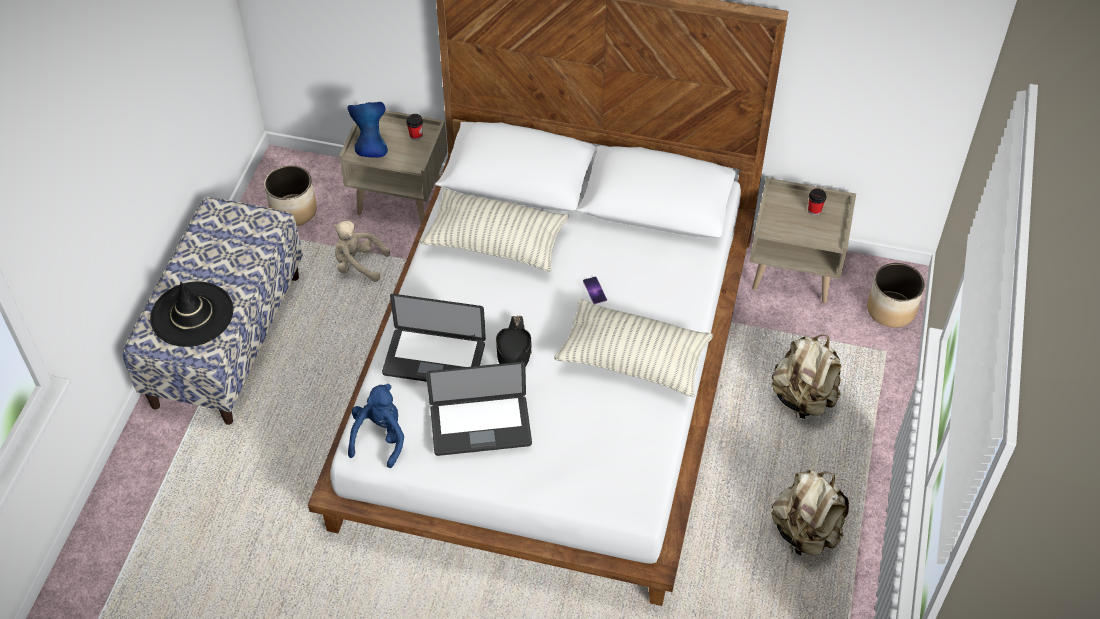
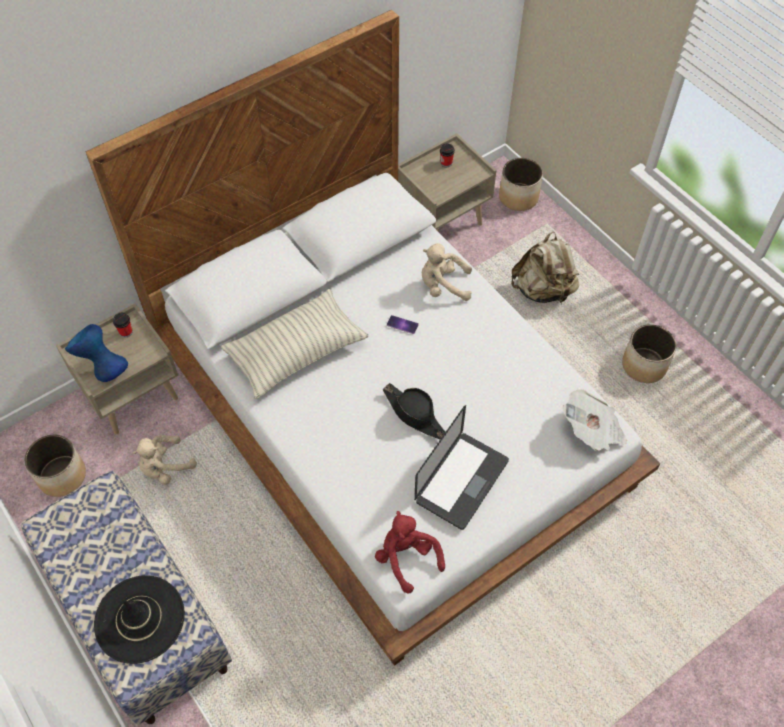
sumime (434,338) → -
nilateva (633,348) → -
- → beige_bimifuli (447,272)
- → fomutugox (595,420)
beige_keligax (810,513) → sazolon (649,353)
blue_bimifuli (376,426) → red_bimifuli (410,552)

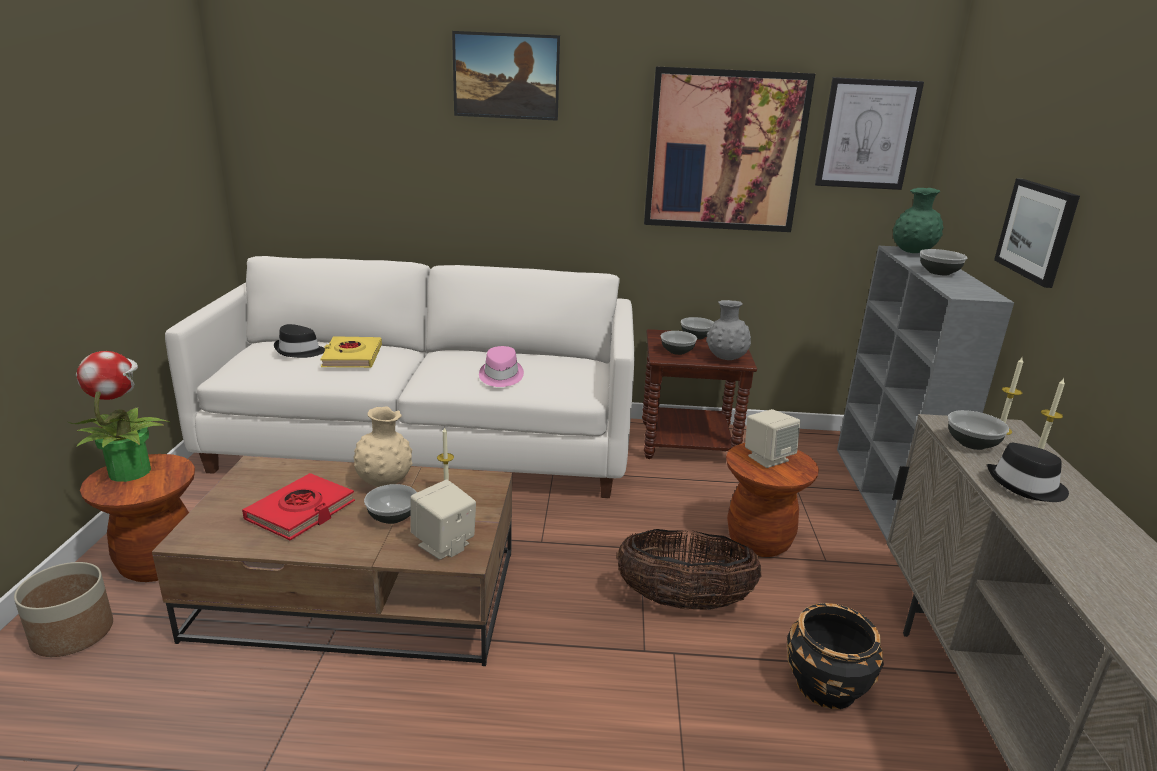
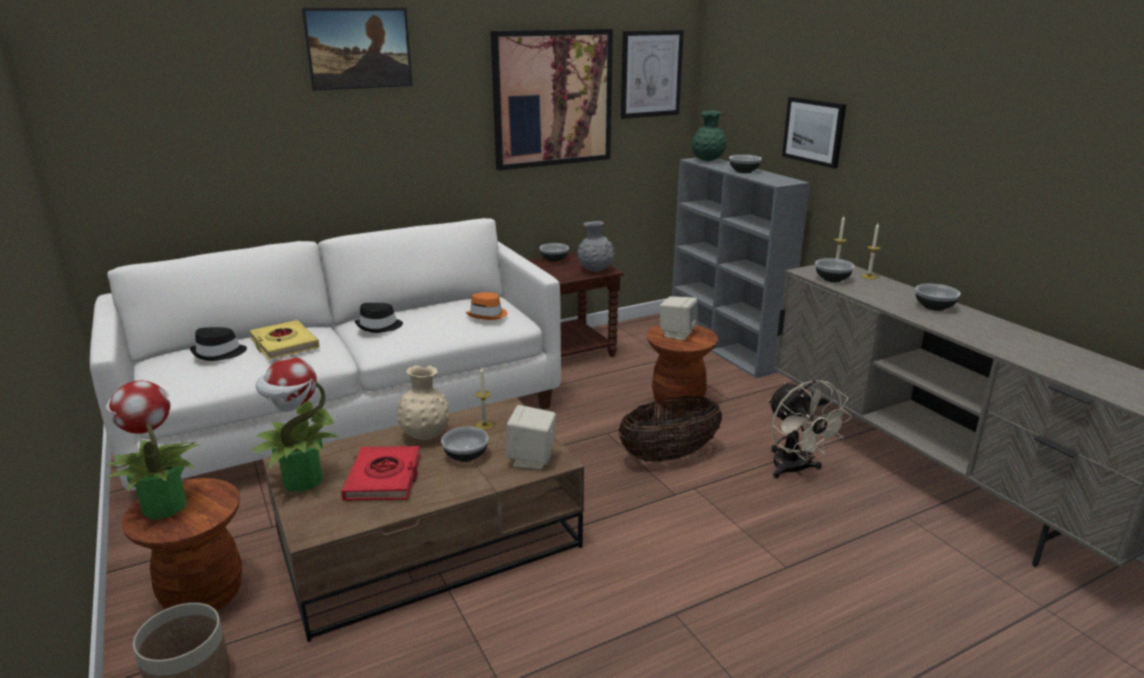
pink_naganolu (501,366) → -
- → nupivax (294,424)
- → orange_naganolu (486,306)
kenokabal (679,343) → kenokabal (938,297), moved
black_naganolu (1028,472) → black_naganolu (379,318), moved
black_sazolon (835,656) → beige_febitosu (810,429)

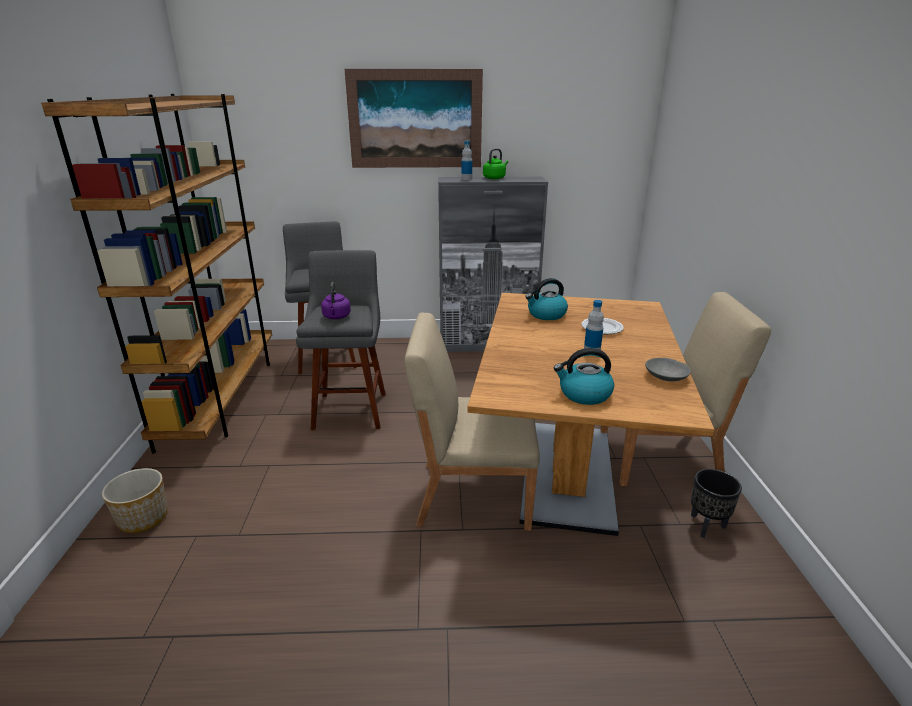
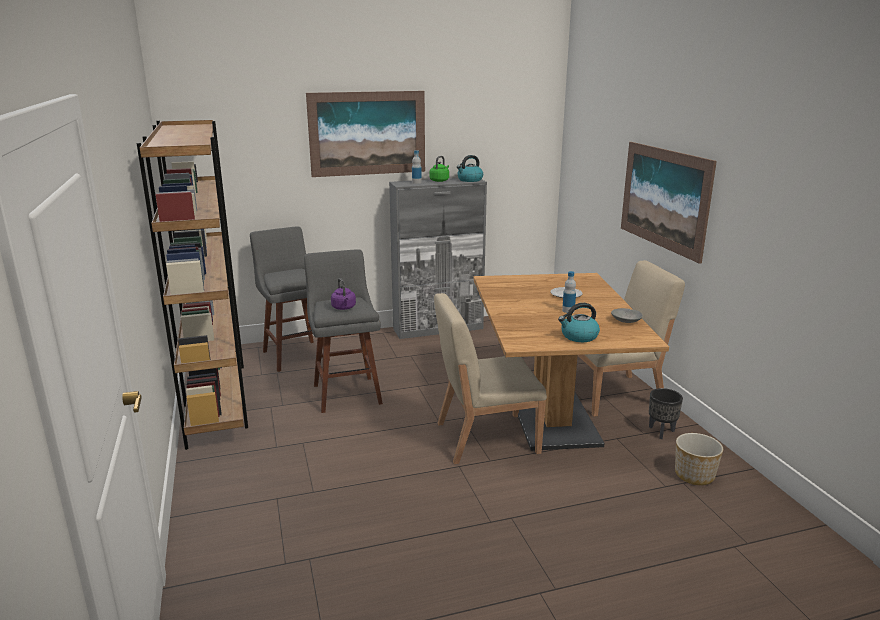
- → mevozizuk (669,203)
sazolon (135,500) → sazolon (699,459), moved
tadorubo (546,299) → tadorubo (470,168), moved

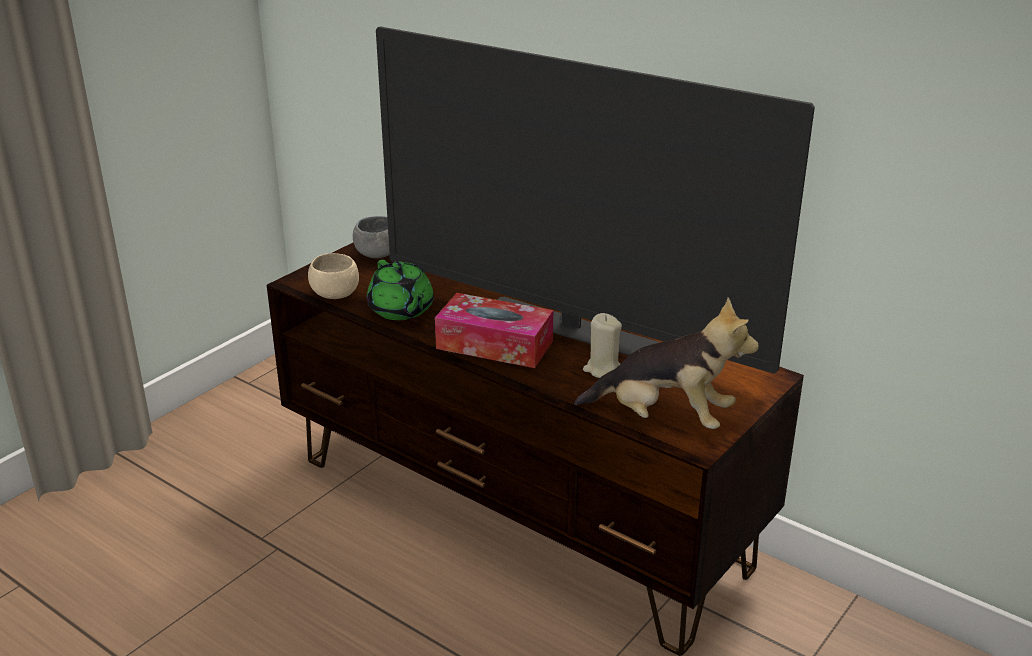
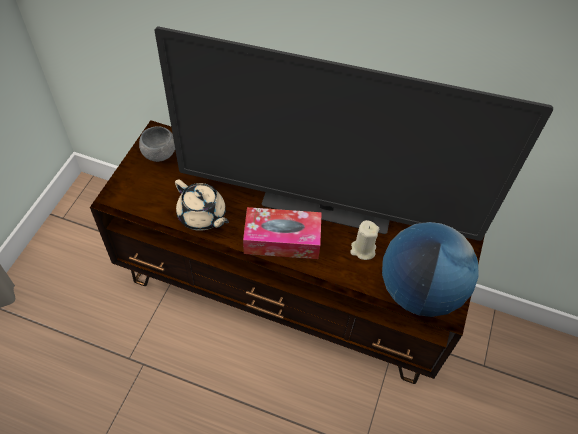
beige_kenokabal (333,276) → -
bimifuli (666,363) → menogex (430,269)
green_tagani (400,290) → beige_tagani (202,205)

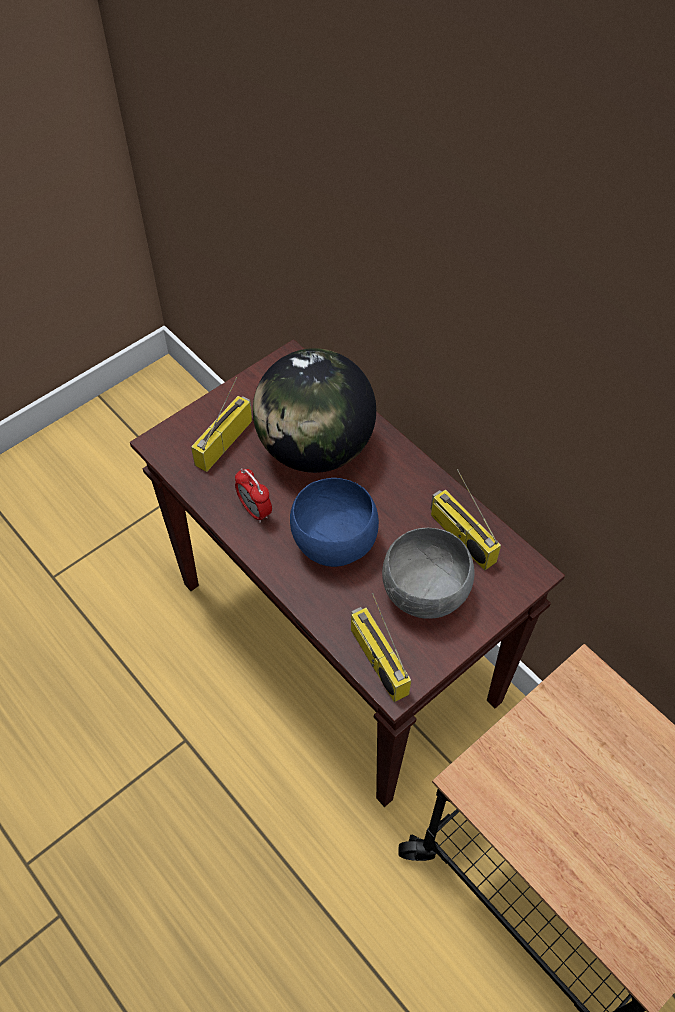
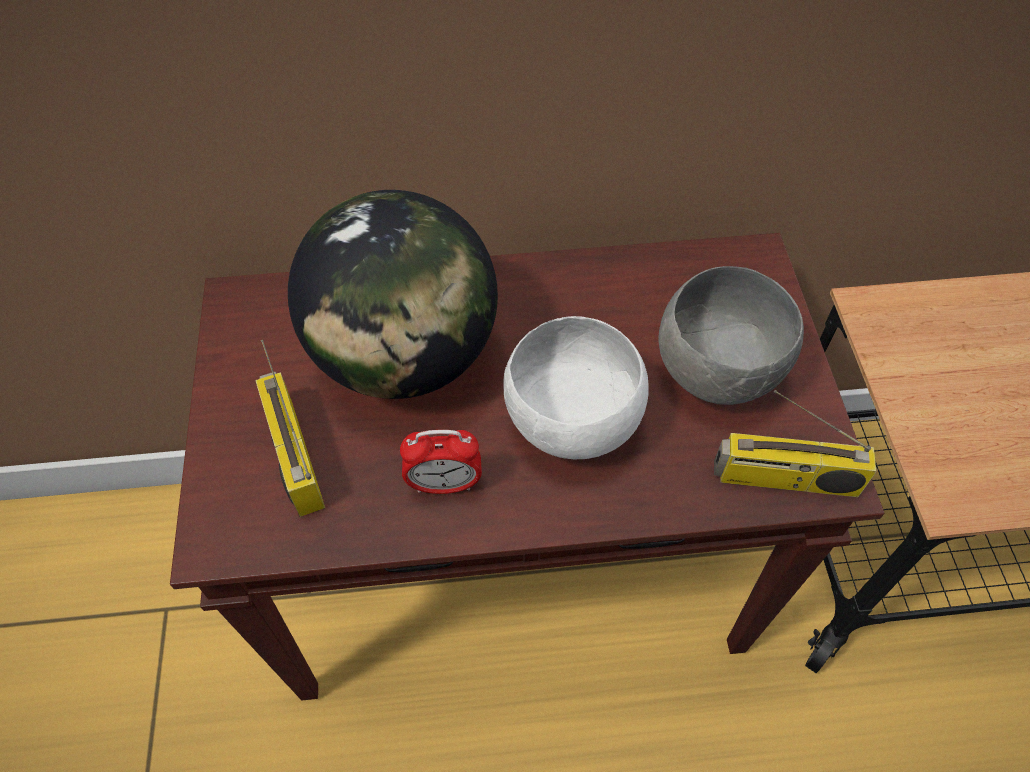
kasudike (466,520) → -
blue_kenokabal (334,522) → white_kenokabal (576,387)

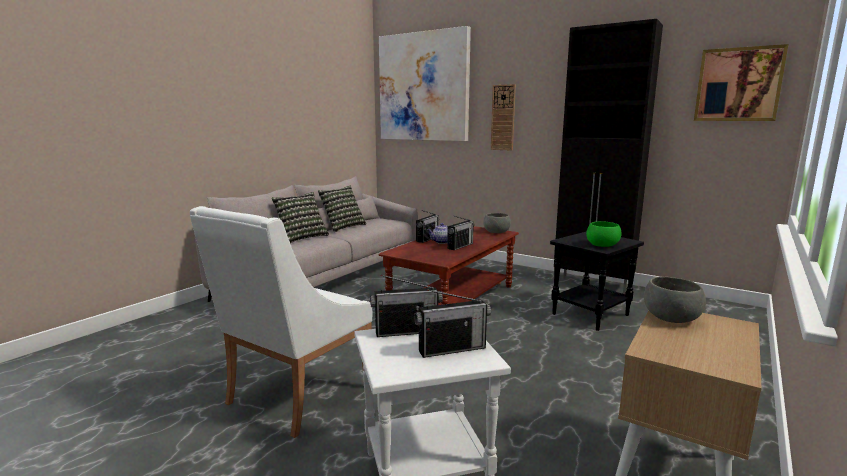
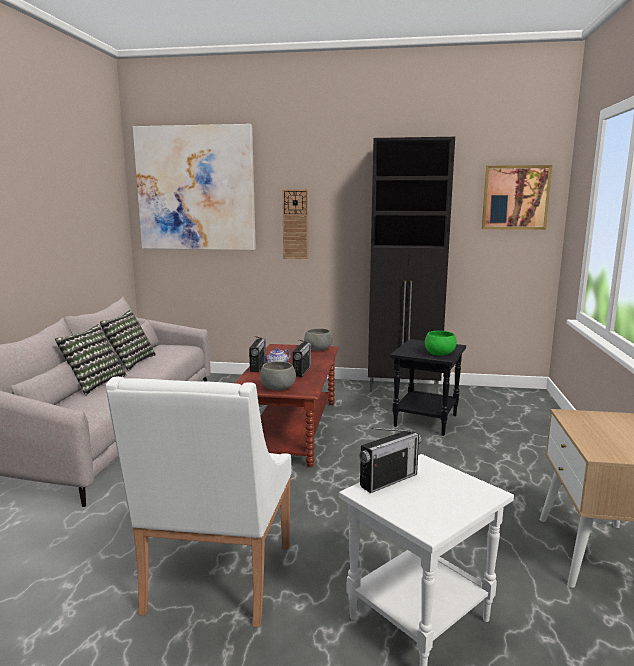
kasudike (452,323) → -
grey_kenokabal (675,300) → grey_kenokabal (278,376), moved

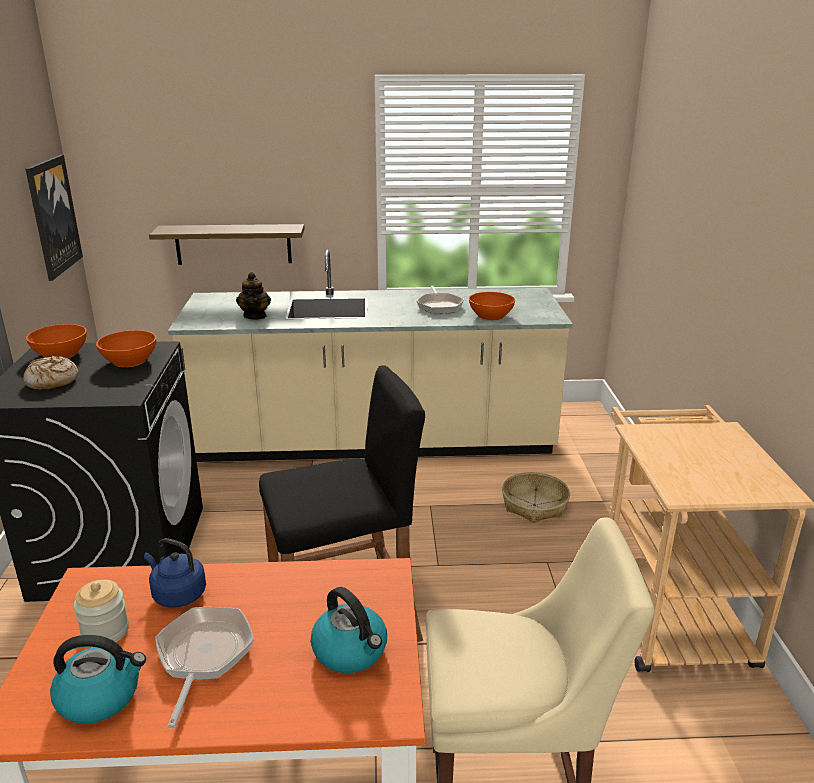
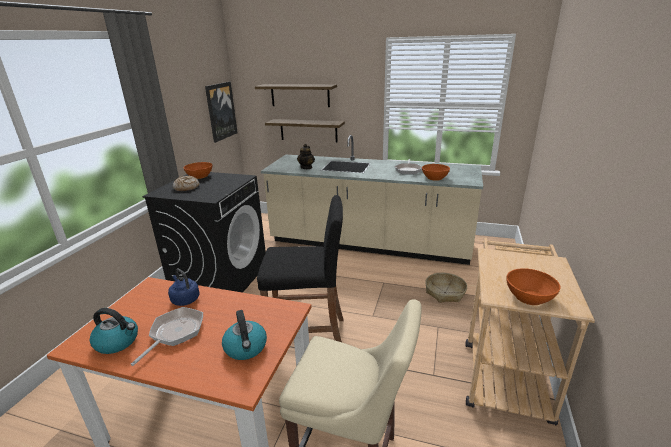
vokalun (101,611) → -
- → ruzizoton (296,95)
orange_kenokabal (126,348) → orange_kenokabal (533,286), moved

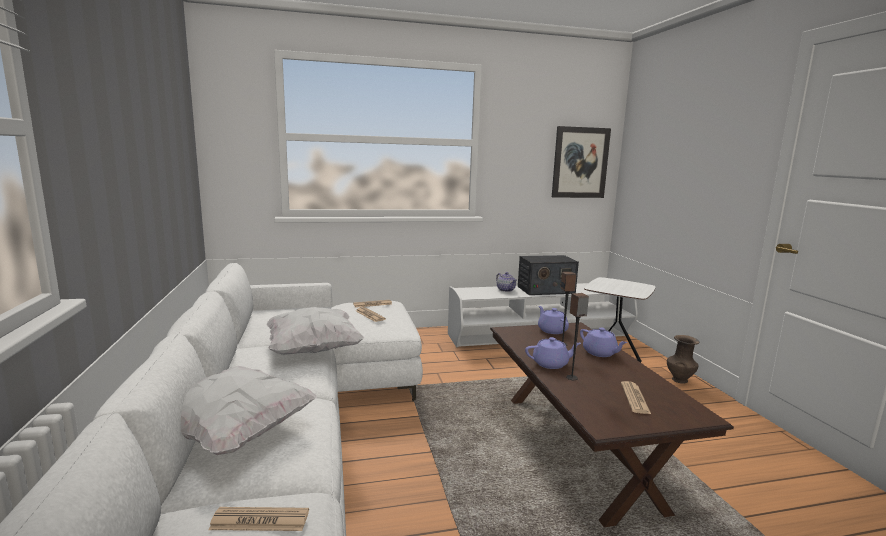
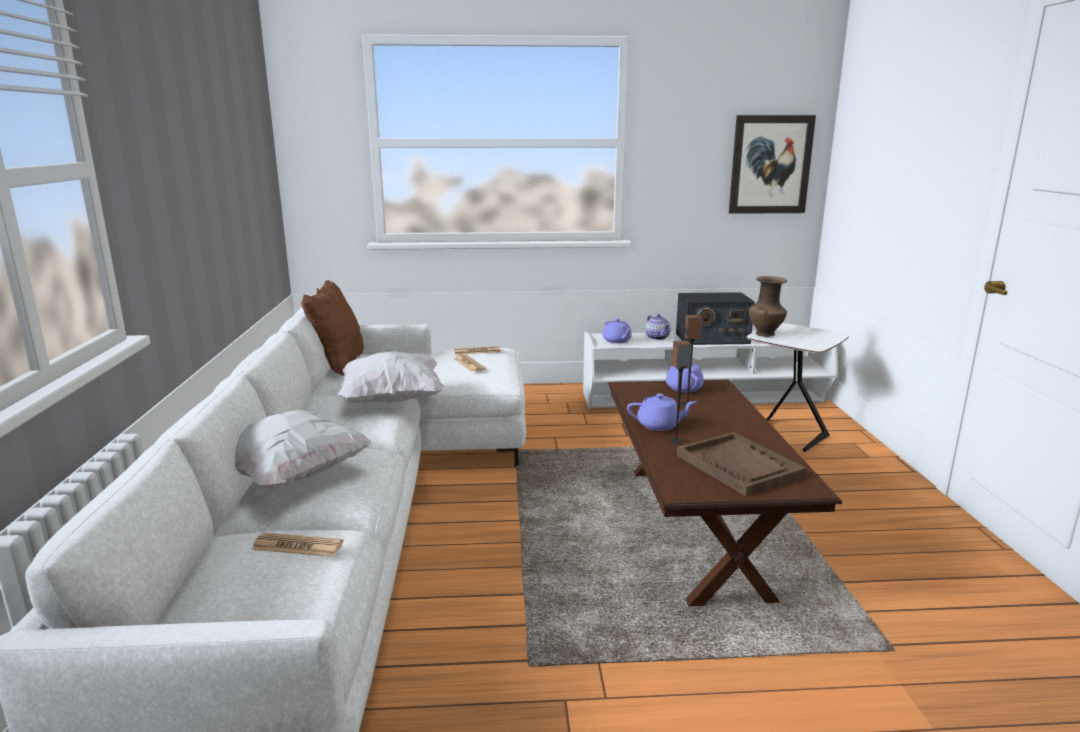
- → brown_nilateva (332,328)
purple_tagani (604,342) → purple_tagani (617,331), moved
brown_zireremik (683,359) → brown_zireremik (768,306), moved
fomutugox (636,397) → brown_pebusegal (741,464)

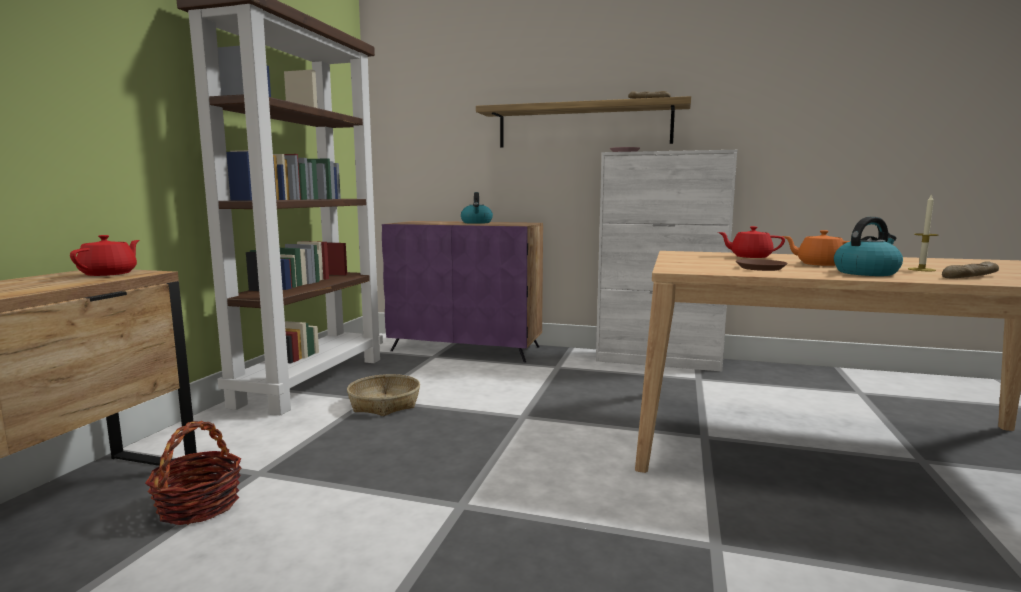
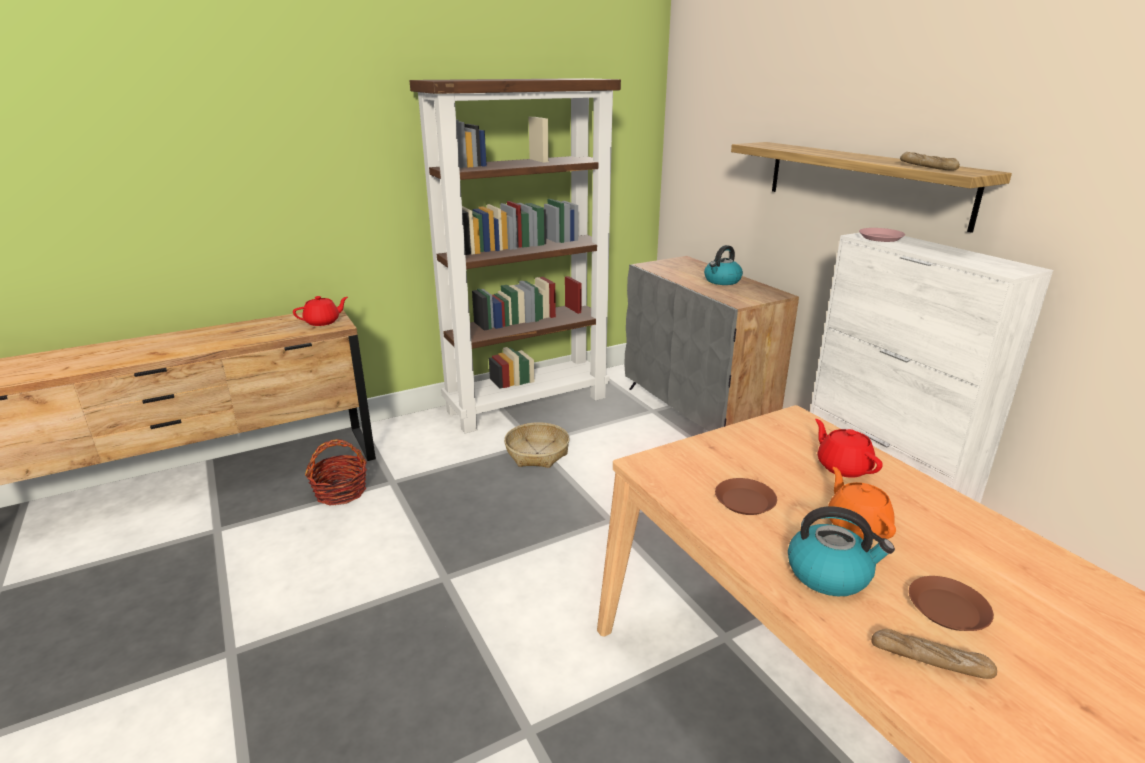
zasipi (923,232) → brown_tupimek (951,603)
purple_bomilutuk (462,292) → grey_bomilutuk (711,343)

